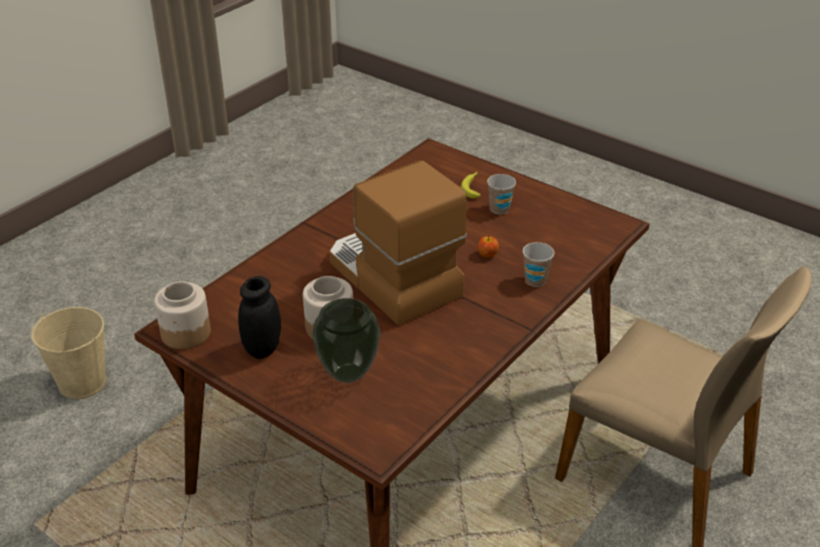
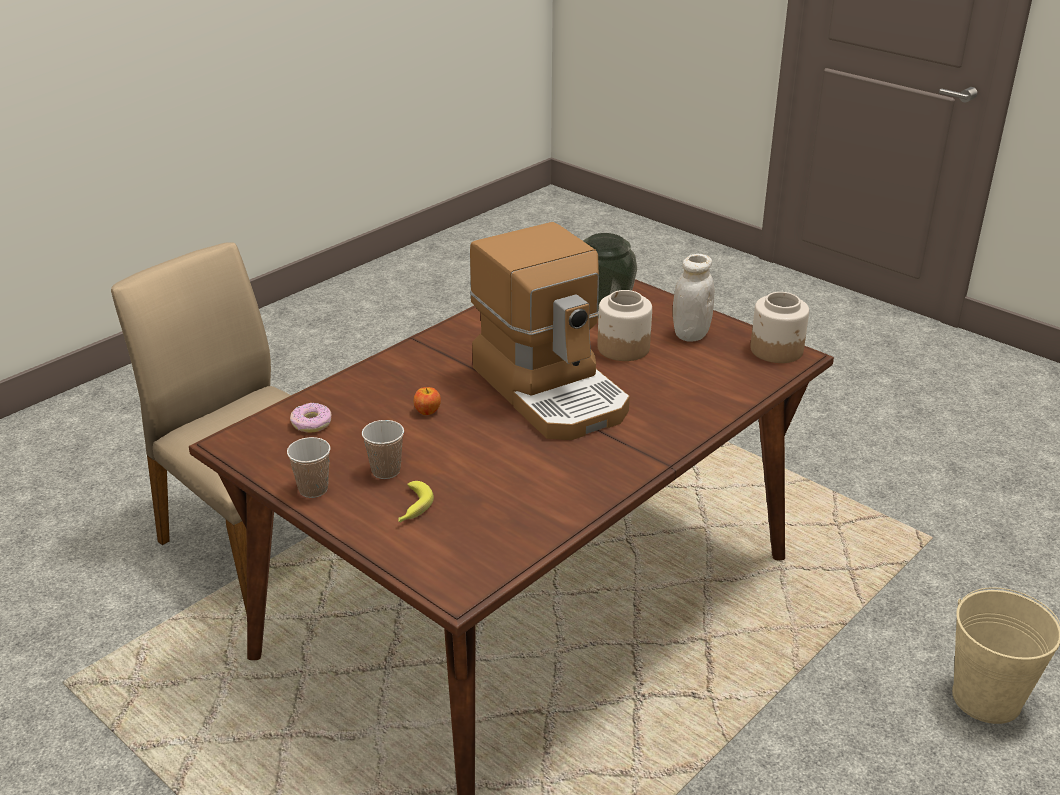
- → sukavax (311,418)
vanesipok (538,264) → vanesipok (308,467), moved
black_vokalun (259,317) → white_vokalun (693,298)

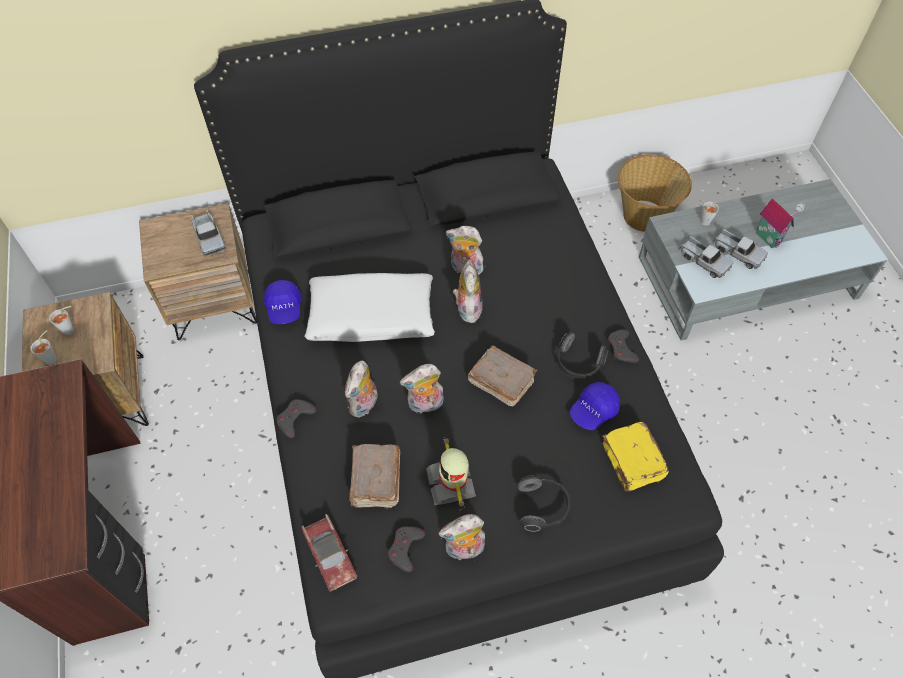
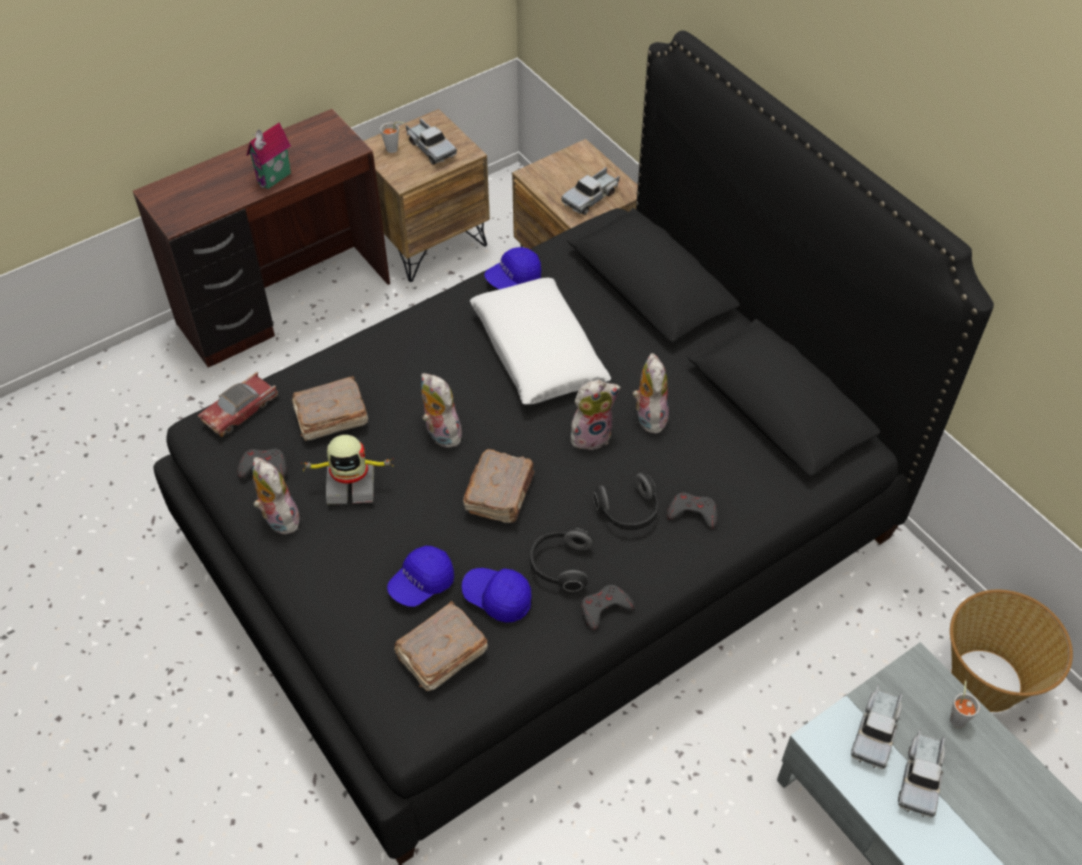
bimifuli (361,389) → -
- → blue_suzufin (420,576)
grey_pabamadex (296,418) → grey_pabamadex (692,510), moved
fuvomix (543,503) → fuvomix (625,501), moved
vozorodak (780,223) → vozorodak (268,155), moved
grey_vanesipok (61,320) → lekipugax (431,141)
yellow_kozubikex (635,456) → brown_kozubikex (441,646)
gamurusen (451,473) → gamurusen (347,469), 150 degrees counterclockwise

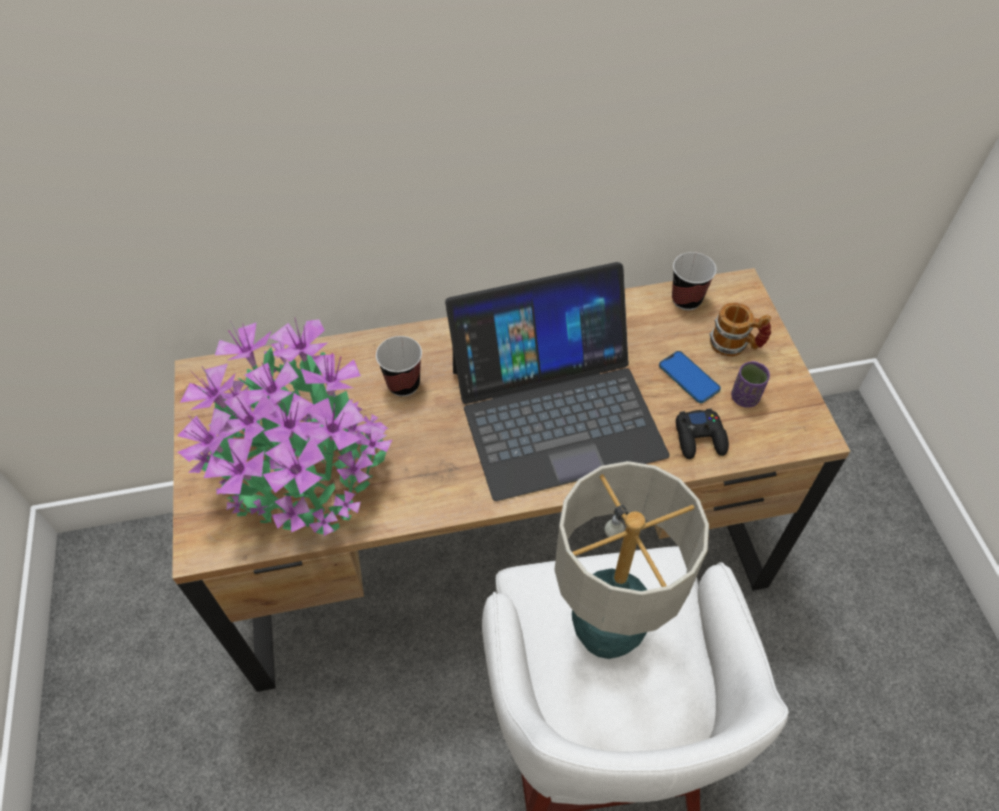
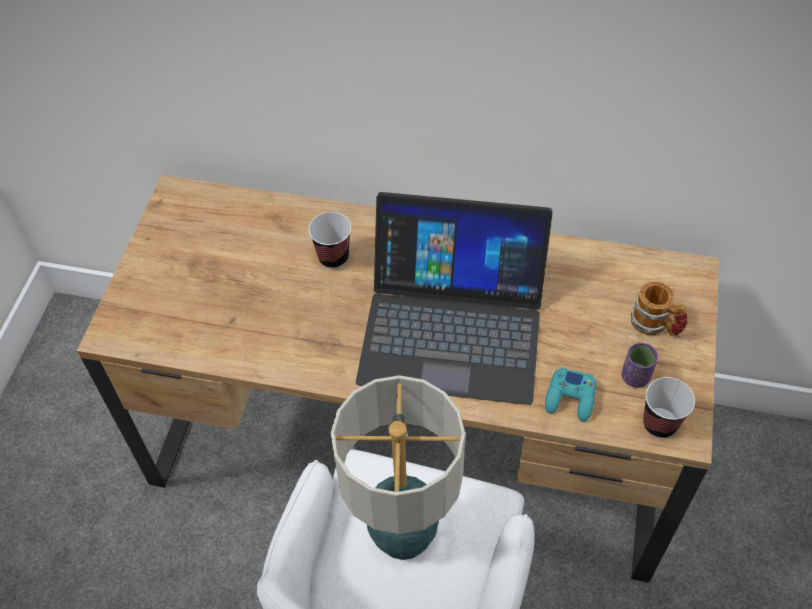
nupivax (284,427) → -
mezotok (690,377) → -
vanesipok (694,281) → vanesipok (669,407), moved
black_pabamadex (702,434) → turquoise_pabamadex (570,394)

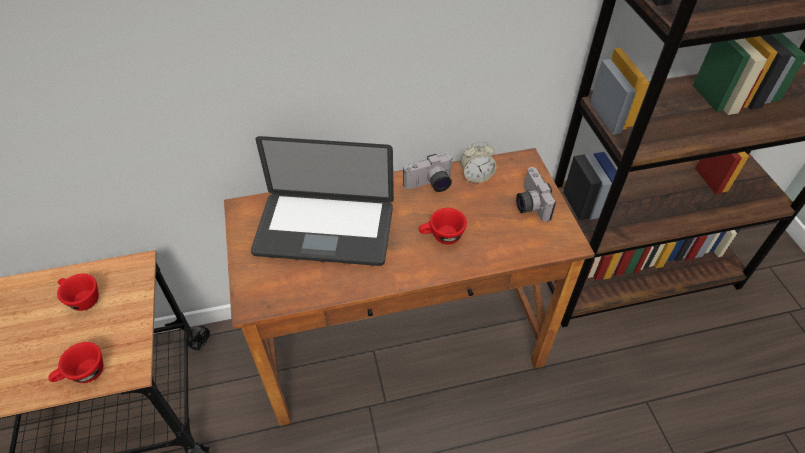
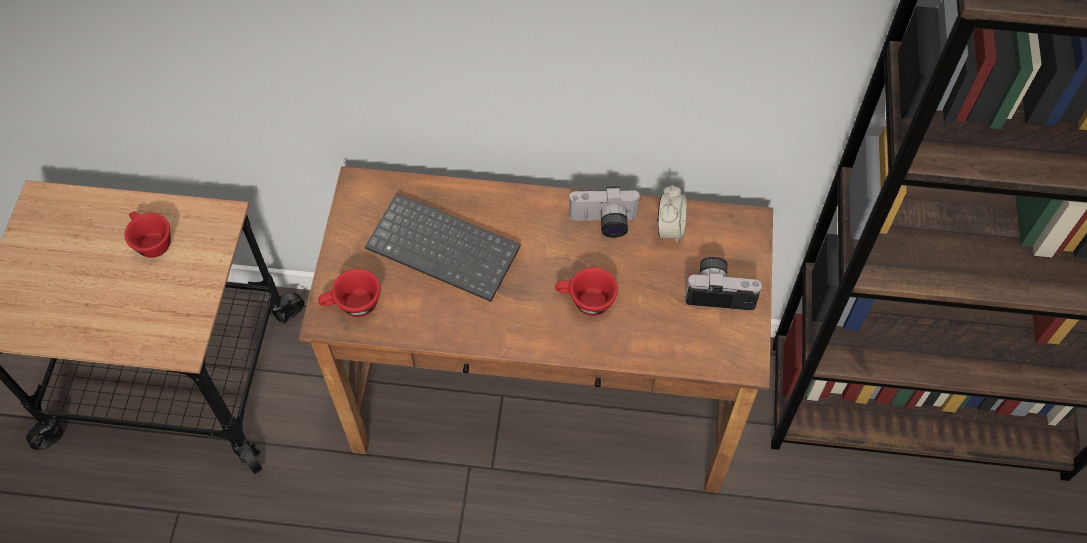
red_vanesipok (76,362) → red_vanesipok (349,293), moved
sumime (322,201) → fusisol (443,247)
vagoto (478,162) → vagoto (672,214), 90 degrees counterclockwise
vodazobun (536,194) → vodazobun (724,283), 90 degrees clockwise

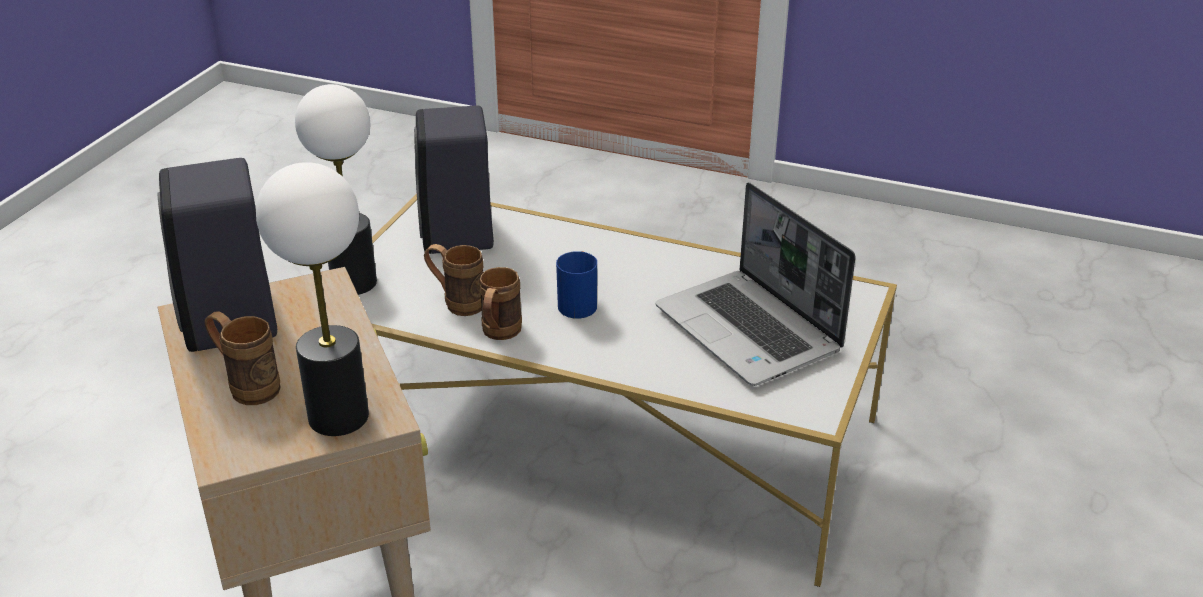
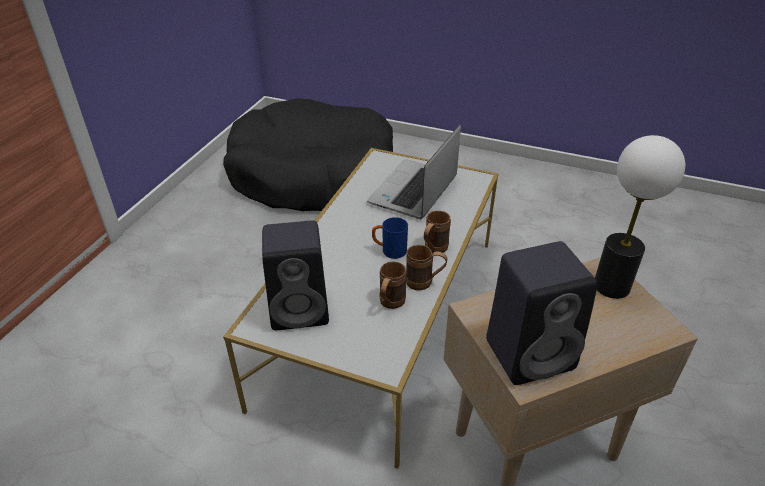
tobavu (336,189) → -
- → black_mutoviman (308,154)
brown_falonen (243,358) → brown_falonen (437,232), moved
sumime (755,284) → sumime (414,172), 150 degrees clockwise

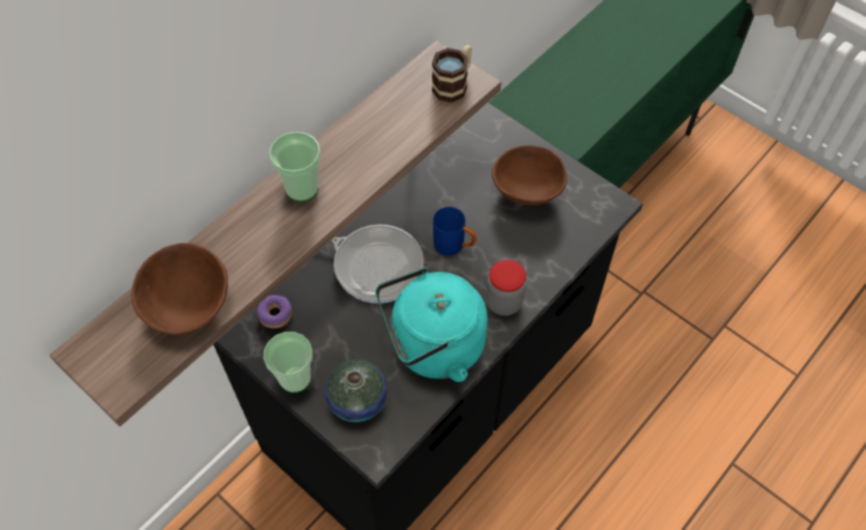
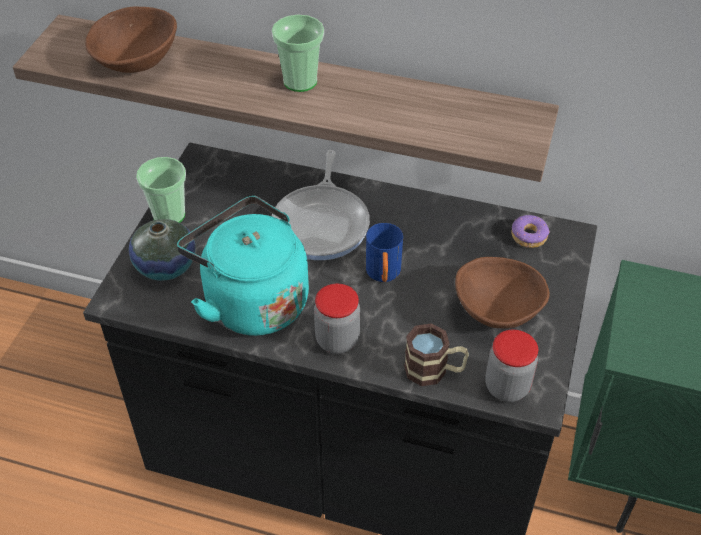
- → vokalun (511,366)
sukavax (274,311) → sukavax (530,231), moved
falonen (452,73) → falonen (436,354), moved

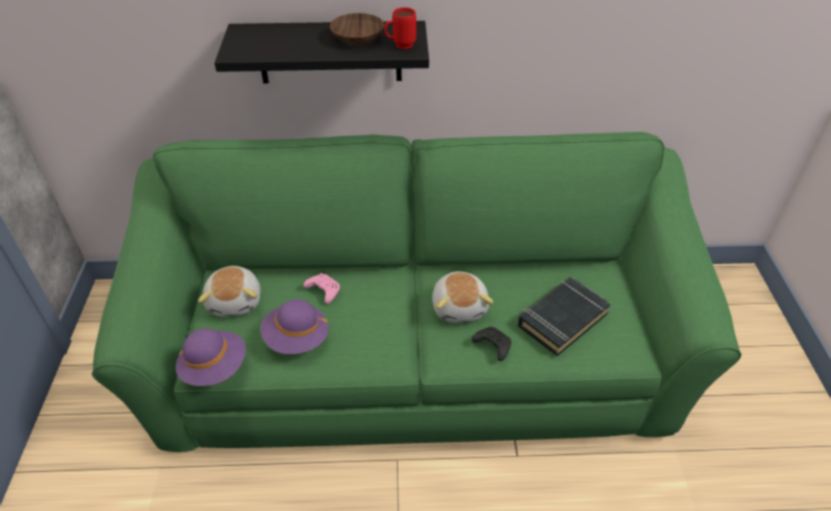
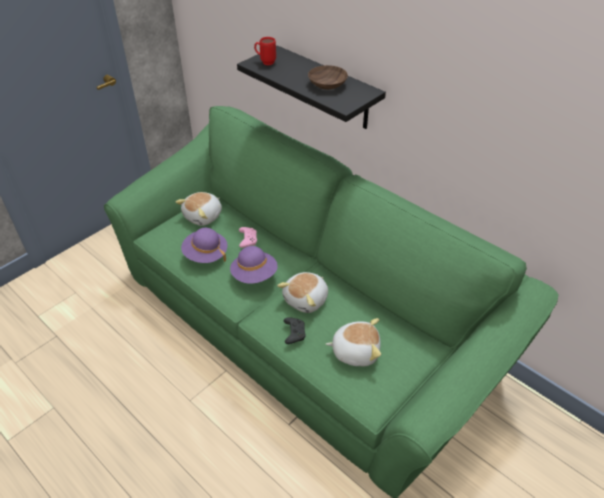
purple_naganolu (211,357) → purple_naganolu (254,265), moved
red_falonen (400,28) → red_falonen (265,51), moved
black_kozubikex (564,316) → bimifuli (353,342)

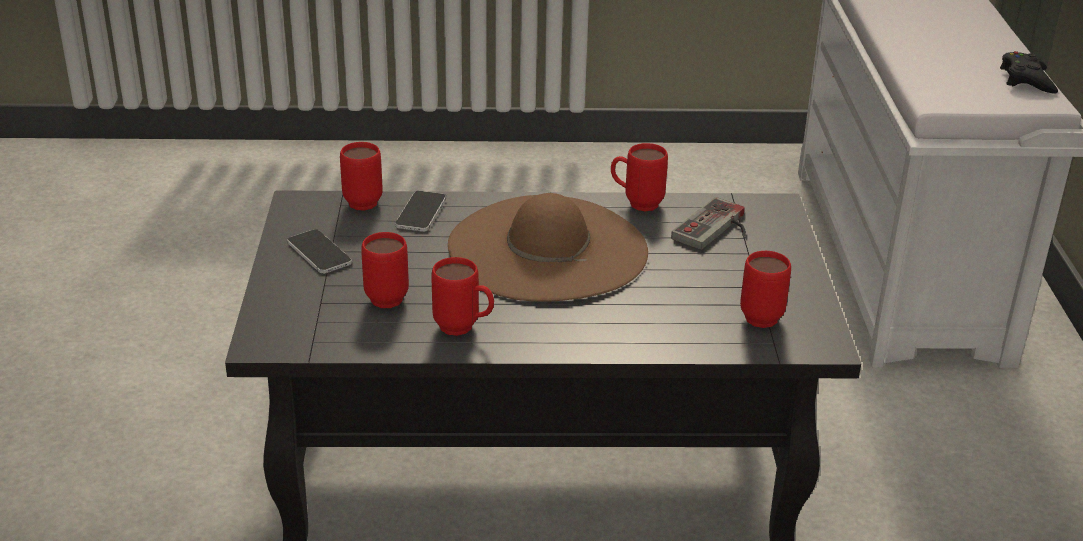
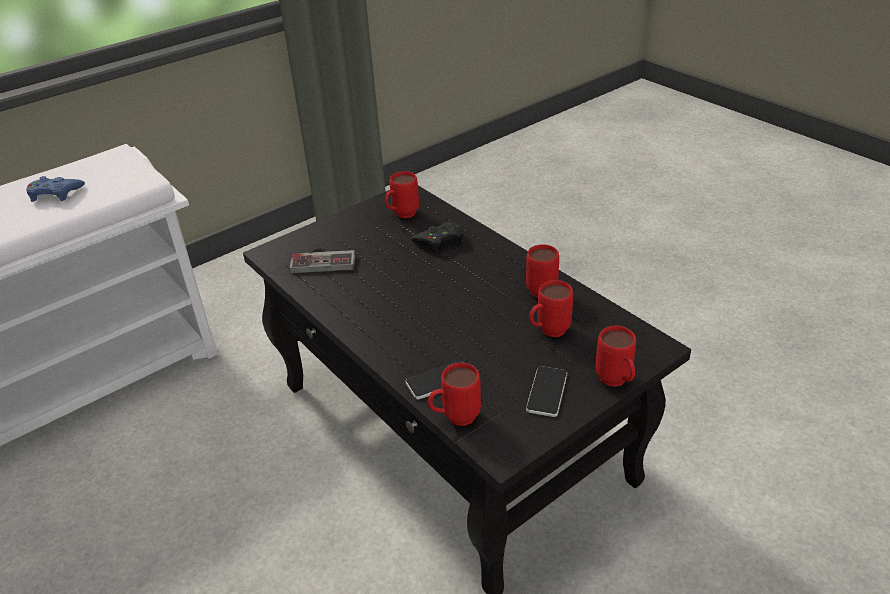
brown_naganolu (548,247) → -
- → blue_pabamadex (56,189)
red_falonen (639,177) → red_falonen (615,356), moved
black_pabamadex (1029,72) → black_pabamadex (437,237), moved

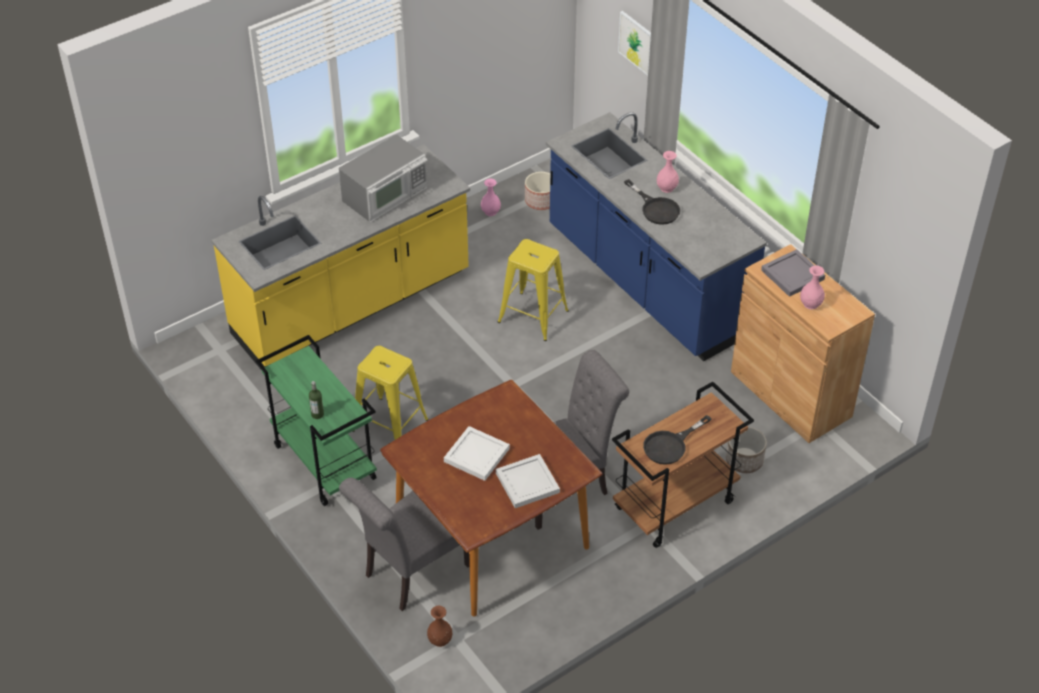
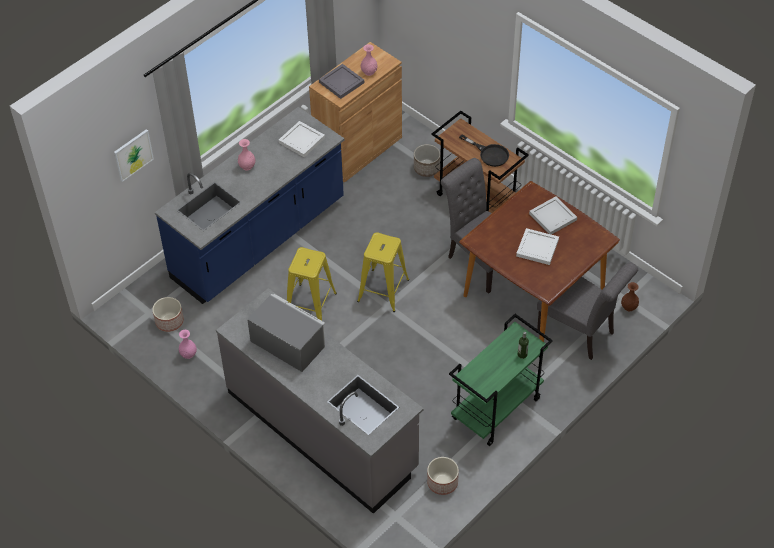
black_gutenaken (652,202) → -
- → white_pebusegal (302,139)
- → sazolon (443,476)
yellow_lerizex (390,393) → yellow_lerizex (383,272), moved
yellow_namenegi (340,256) → grey_namenegi (320,401)

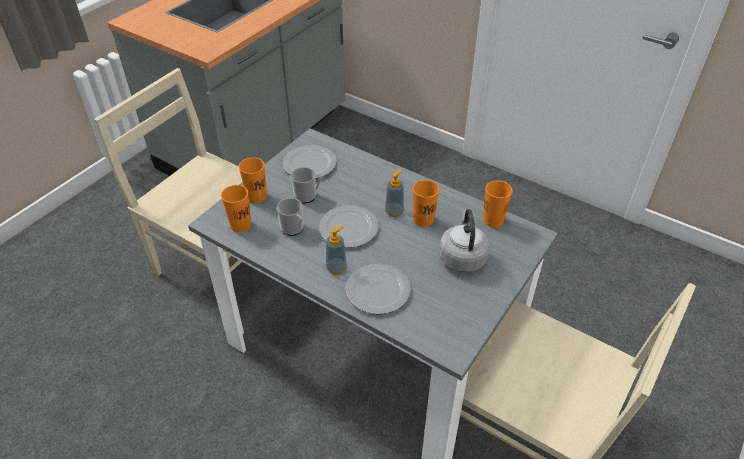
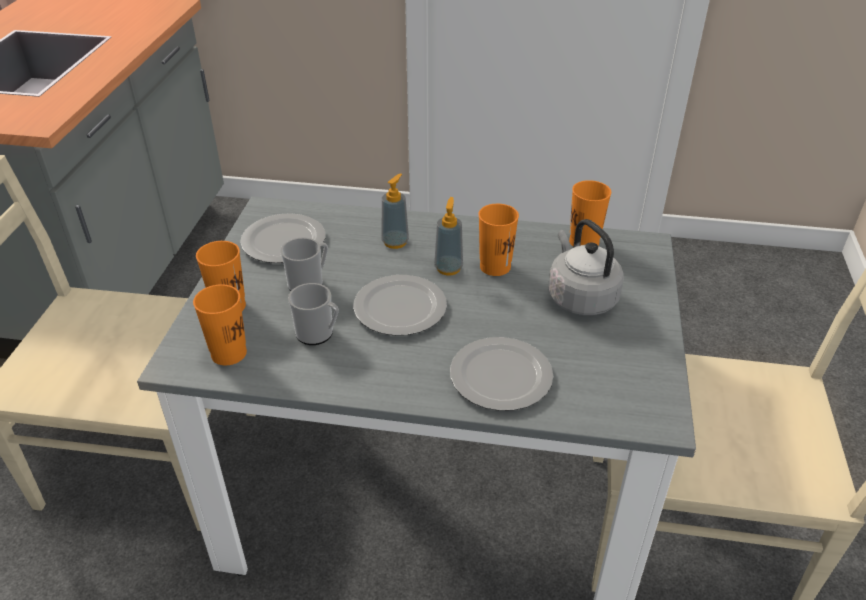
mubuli (336,249) → mubuli (395,211), moved

